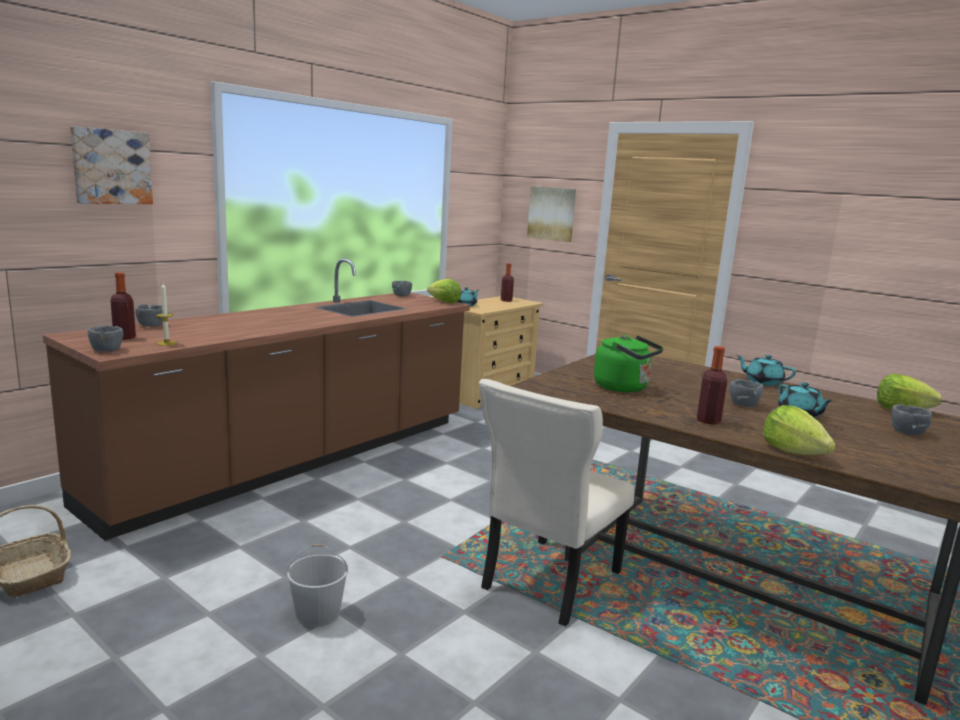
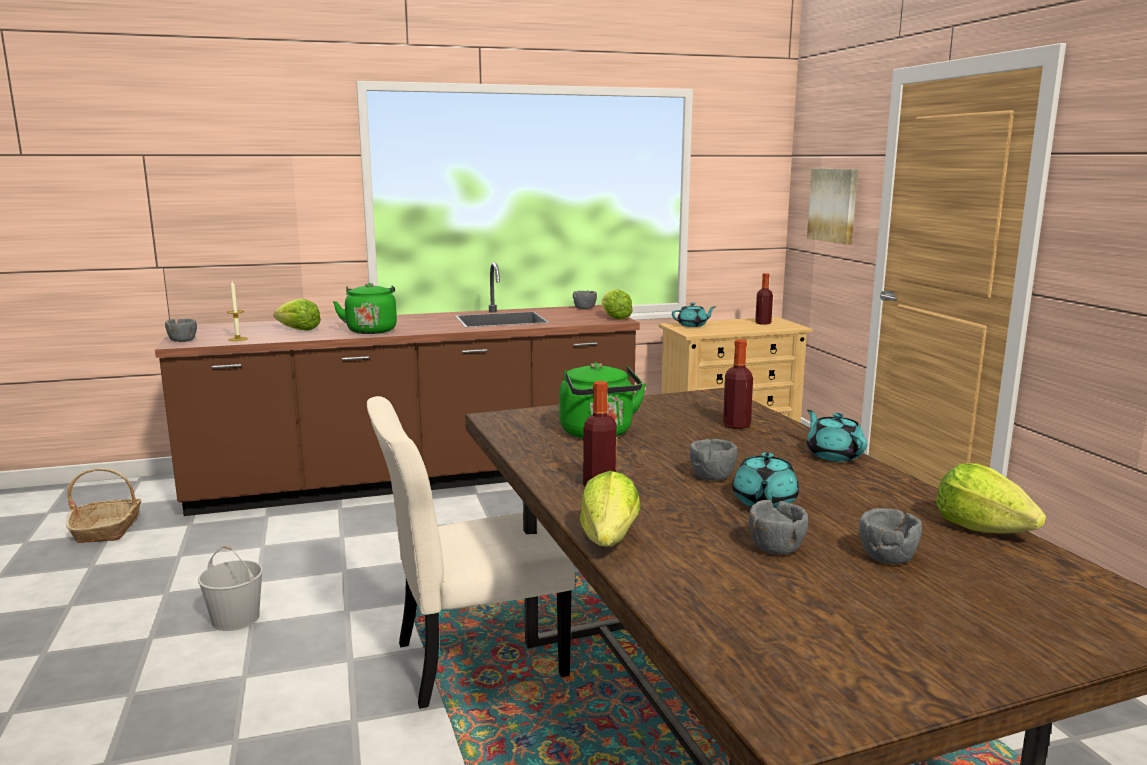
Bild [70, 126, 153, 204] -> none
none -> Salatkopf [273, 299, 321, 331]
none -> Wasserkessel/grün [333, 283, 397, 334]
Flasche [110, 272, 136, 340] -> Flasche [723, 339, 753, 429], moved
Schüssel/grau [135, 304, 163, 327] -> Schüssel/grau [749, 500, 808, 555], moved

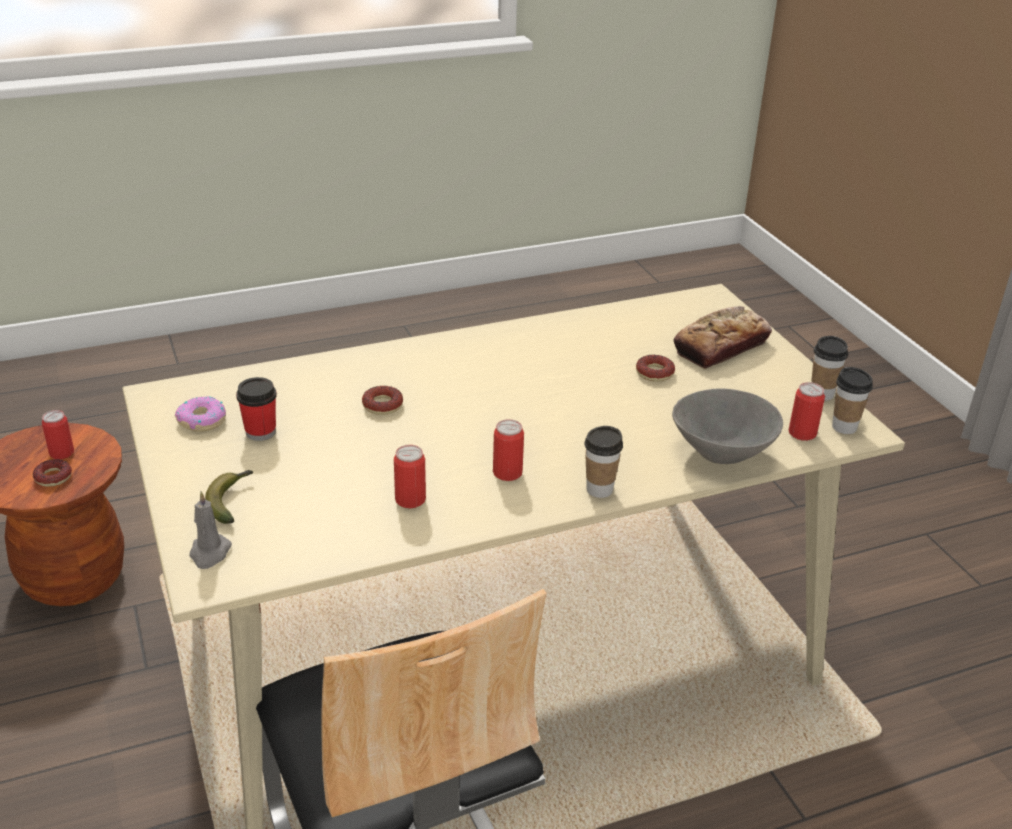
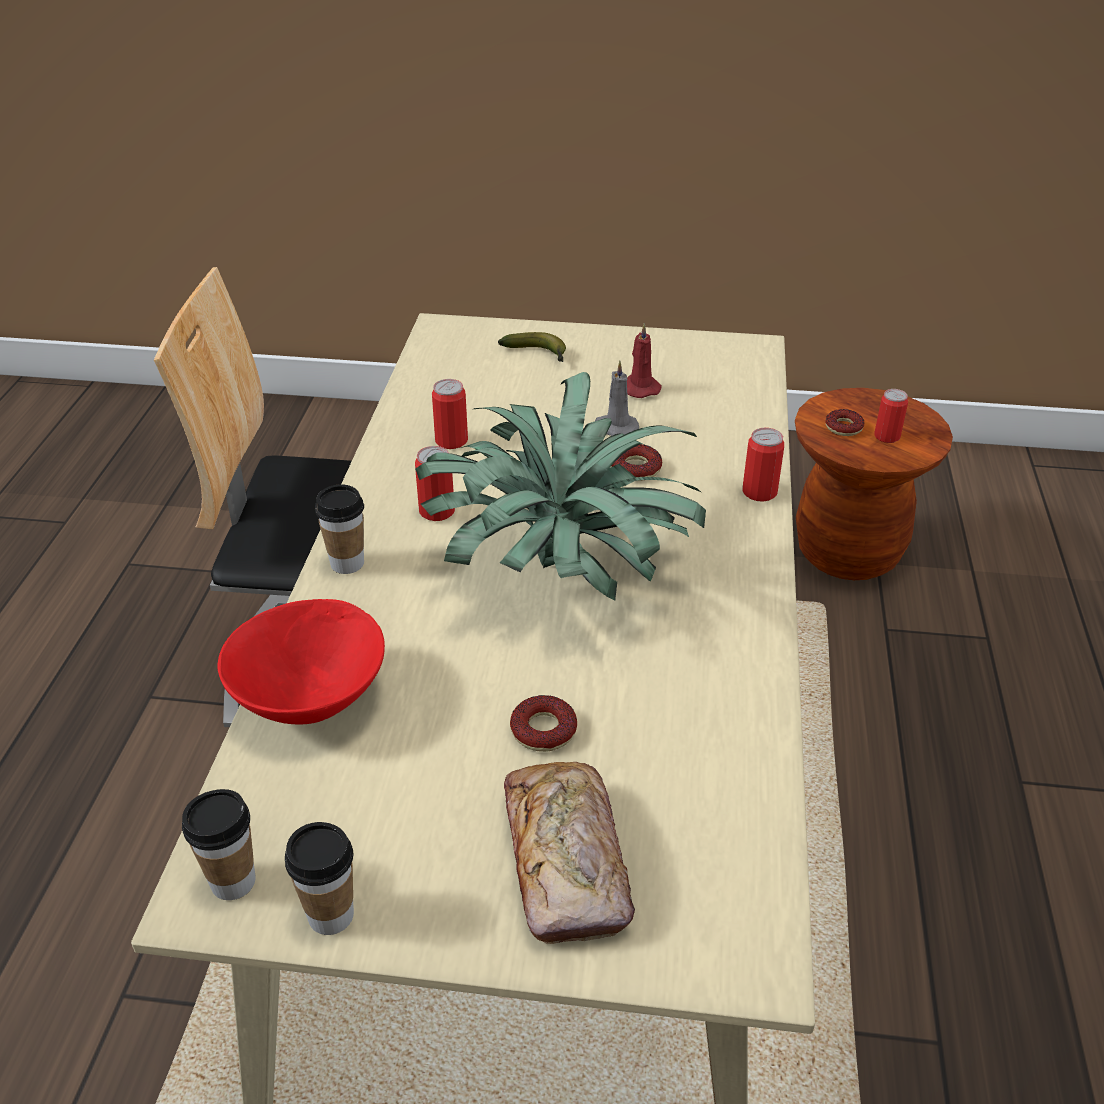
Donut [175, 396, 226, 432] -> none
none -> Topfpflanze [415, 372, 706, 601]
Kerze/grau [190, 491, 232, 569] -> Kerze/grau [595, 361, 639, 436], moved
Dose [789, 382, 825, 441] -> Dose [743, 428, 784, 502], moved
Tasse [236, 377, 277, 441] -> Kerze/rot [627, 323, 662, 398]
Schüssel/grau [672, 388, 783, 464] -> Schüssel/rot [217, 599, 385, 724]

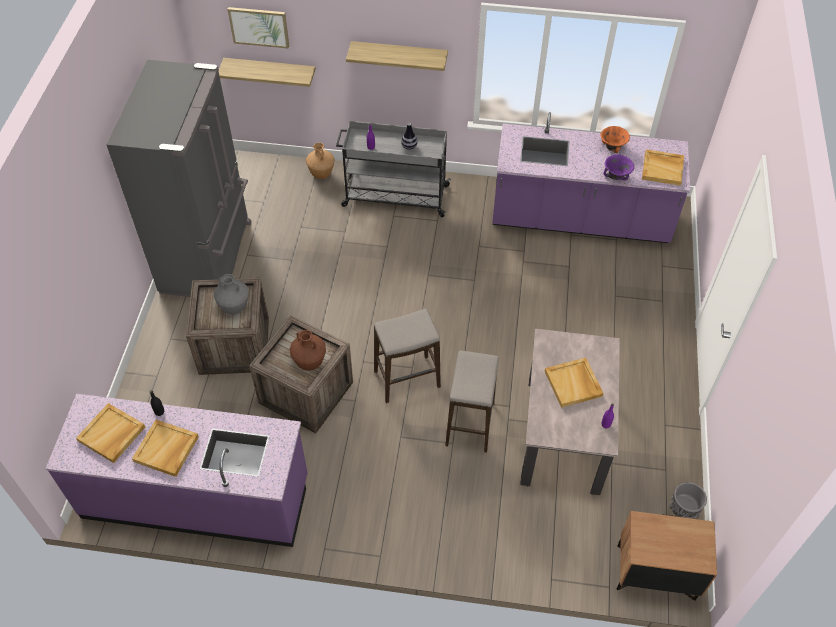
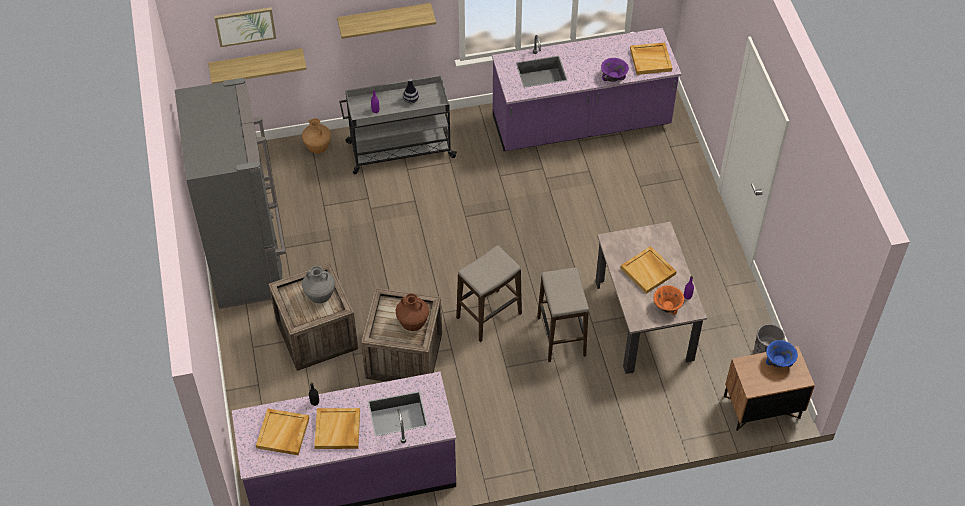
none -> Schüssel/blau [766, 340, 798, 367]
Schüssel/orange [600, 126, 630, 153] -> Schüssel/orange [653, 285, 684, 315], moved

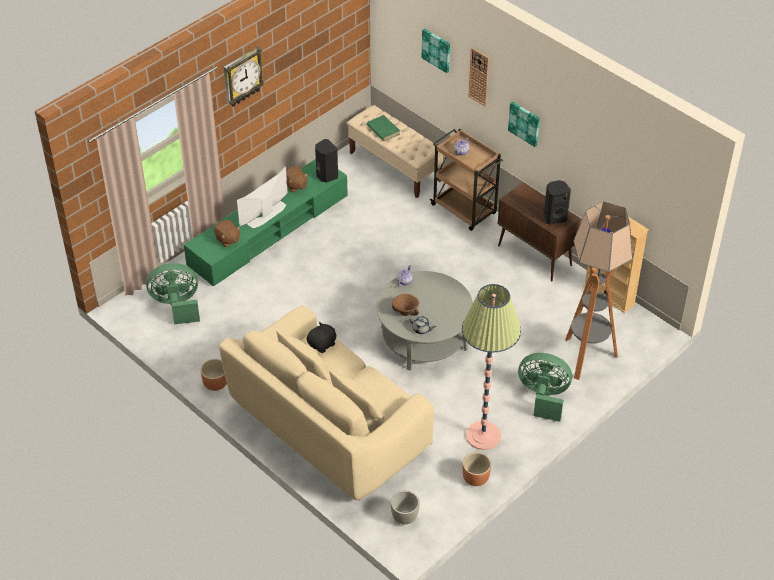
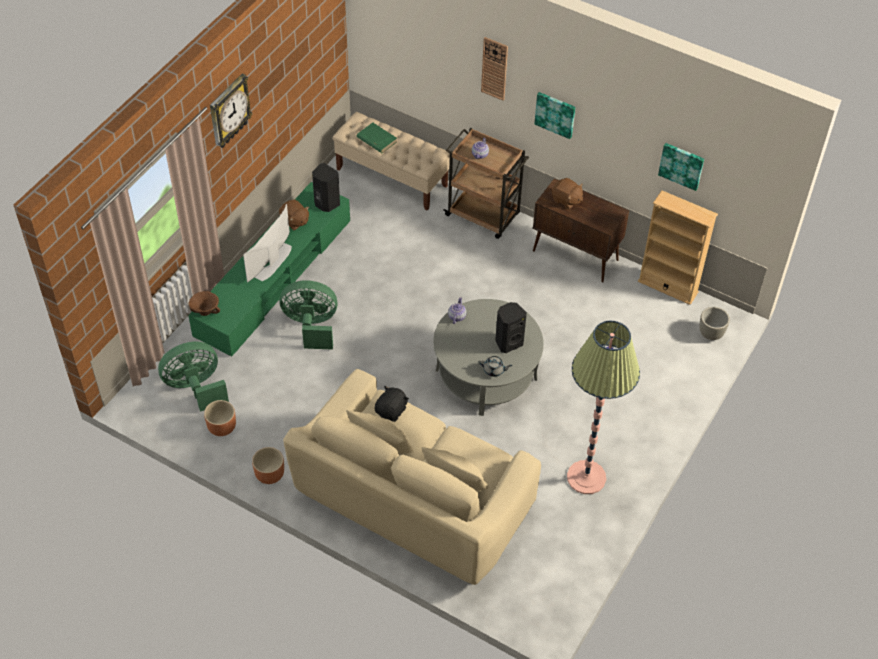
Stehlampe [565, 201, 633, 380] -> none
Plüschtier/braun [214, 220, 241, 247] -> Plüschtier/braun [552, 178, 583, 209], moved
Pflanzkübel/grau [390, 491, 420, 524] -> Pflanzkübel/grau [699, 307, 730, 340], moved
Schüssel/braun [392, 294, 419, 316] -> Schüssel/braun [188, 291, 220, 316], moved
Bild [422, 28, 450, 73] -> Bild [658, 143, 704, 191], moved
Pflanzkübel/braun [462, 452, 491, 486] -> Pflanzkübel/braun [204, 400, 236, 436], moved
Ventilator/grün [518, 353, 572, 422] -> Ventilator/grün [280, 280, 338, 350], moved
Lautsprecher/schwarz [544, 180, 571, 225] -> Lautsprecher/schwarz [495, 302, 527, 353], moved

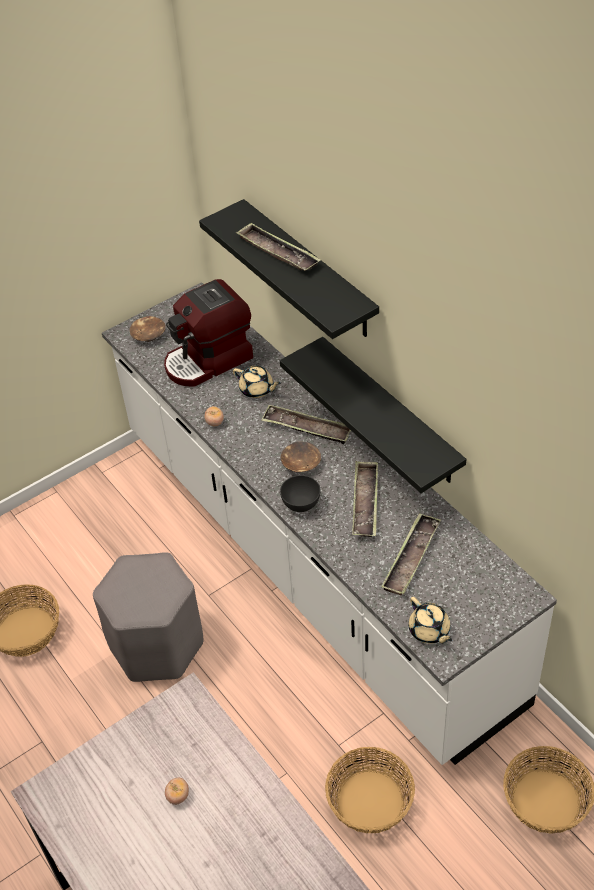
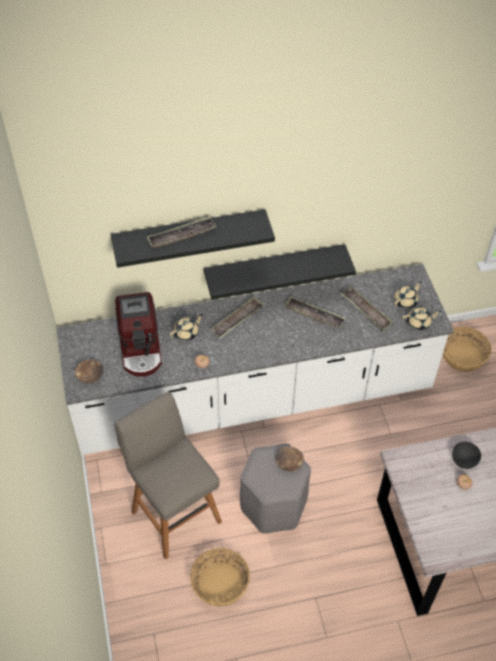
Korb [325, 747, 415, 833] -> none
none -> Hocker/grau [114, 391, 222, 559]
none -> Teekanne/beige [394, 281, 421, 309]
Schüssel/grau [280, 475, 320, 512] -> Schüssel/grau [452, 442, 481, 469], moved
Schüssel/braun [281, 441, 321, 472] -> Schüssel/braun [276, 447, 304, 471], moved

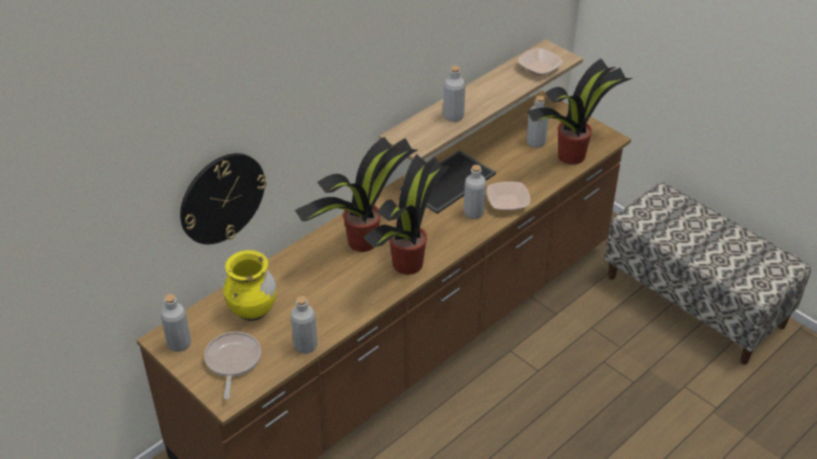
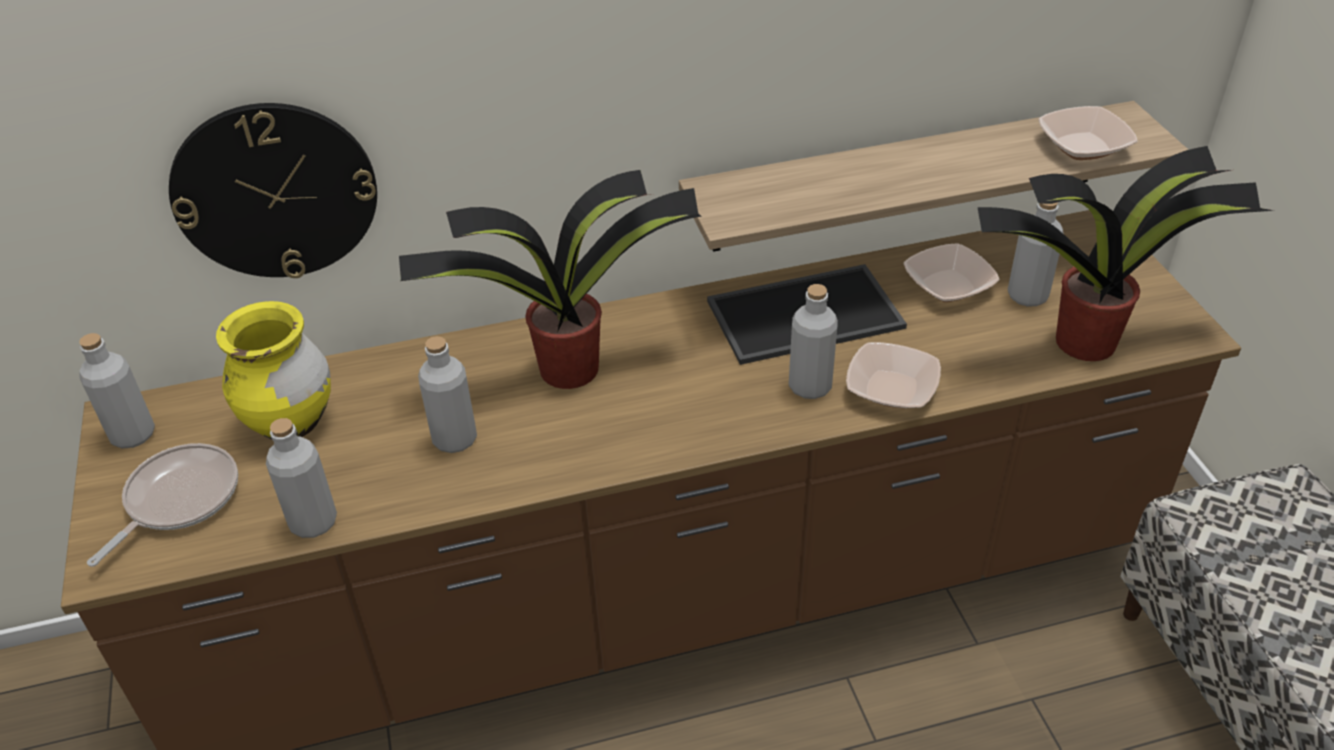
Topfpflanze [363, 154, 452, 275] -> none
none -> Schüssel [904, 243, 999, 302]
Flasche/grau [443, 66, 465, 122] -> Flasche/grau [418, 336, 477, 453], moved

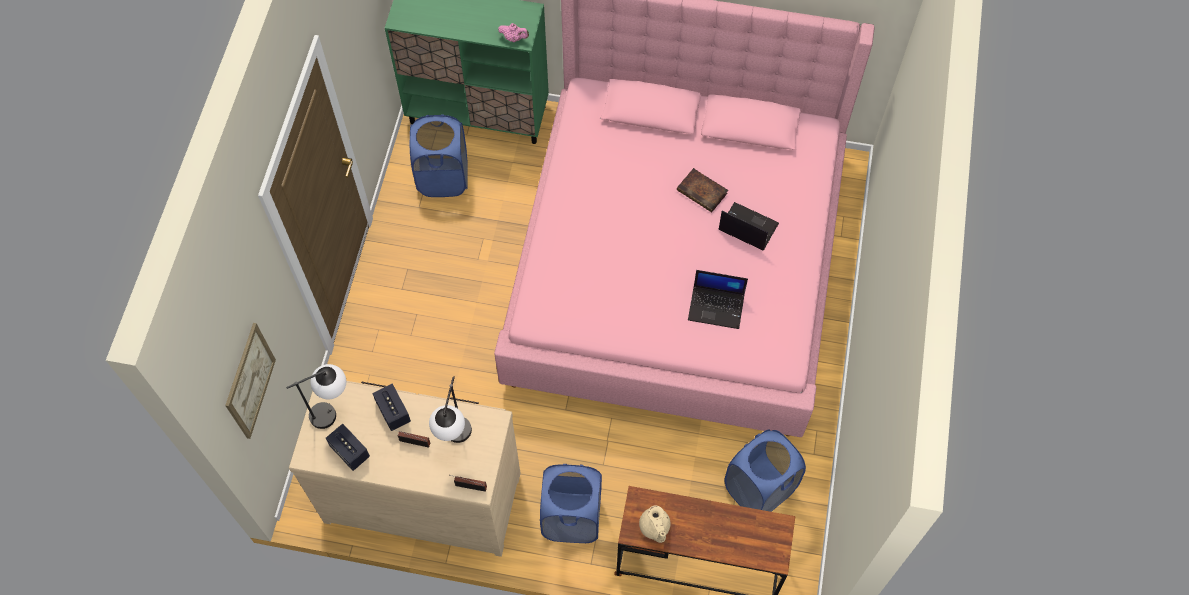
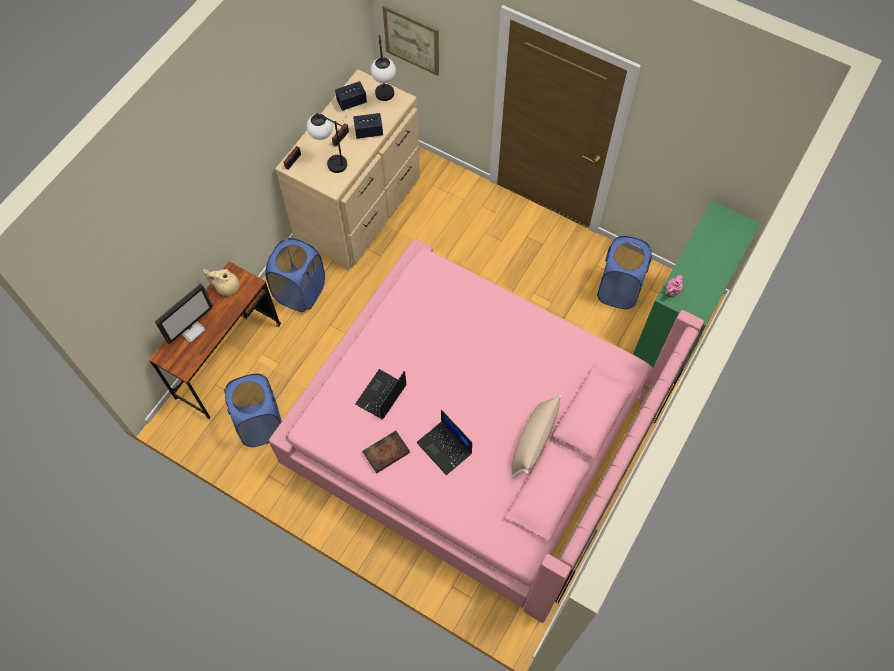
none -> Monitor [155, 284, 213, 344]
none -> Kissen/beige [512, 395, 562, 478]
Buch [677, 168, 728, 212] -> Buch [362, 431, 410, 474], moved
Laptop [718, 202, 779, 250] -> Laptop [416, 410, 472, 475], 90 degrees clockwise

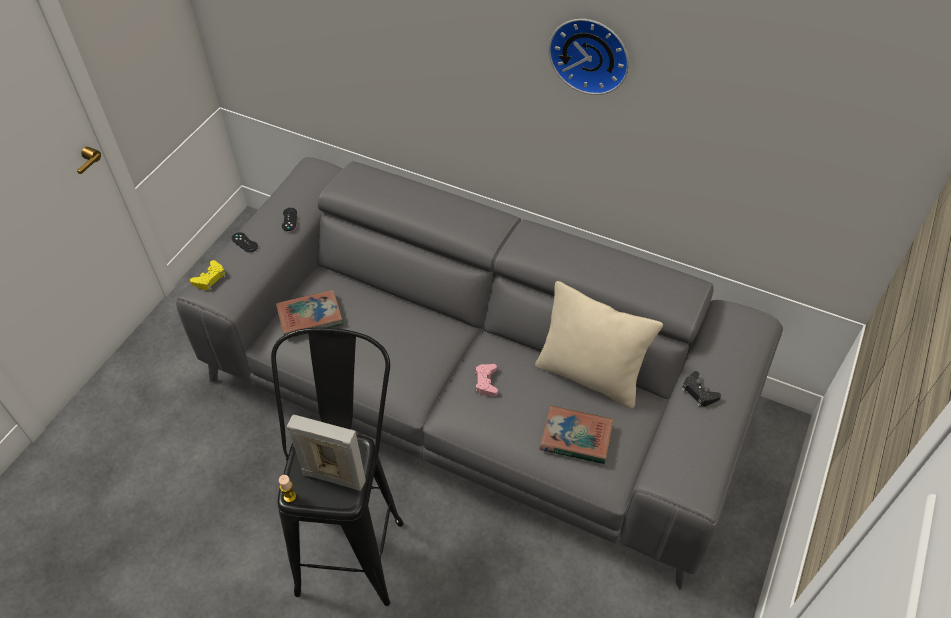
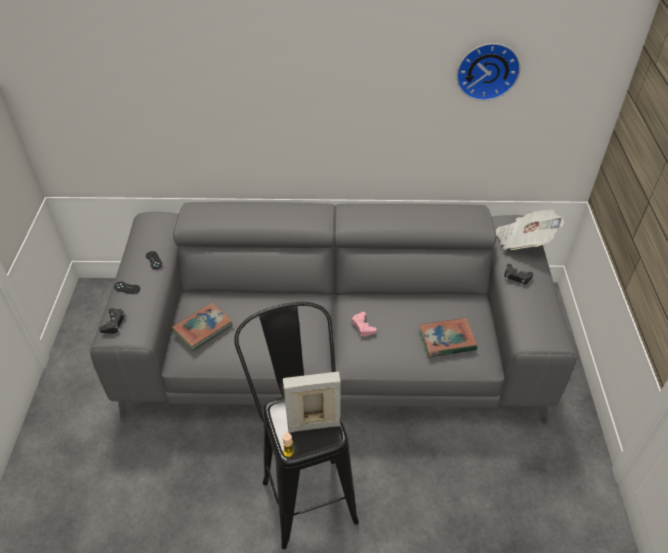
Kissen/beige [535, 281, 663, 409] -> none
none -> Zeitung [496, 210, 564, 250]
Wanduhr [548, 19, 629, 95] -> Wanduhr [456, 43, 521, 101], moved
Gamepad/gelb [190, 260, 226, 291] -> Gamepad/schwarz [99, 308, 126, 334]

